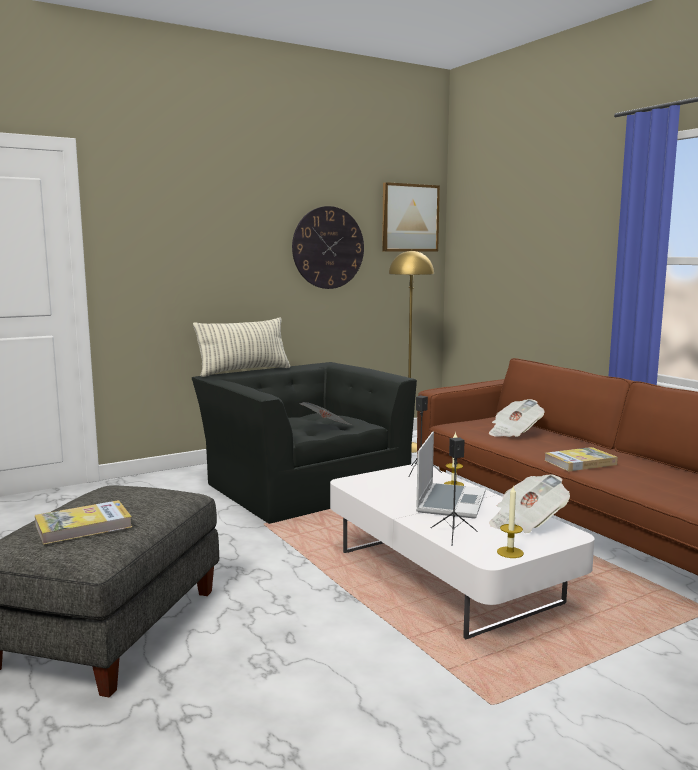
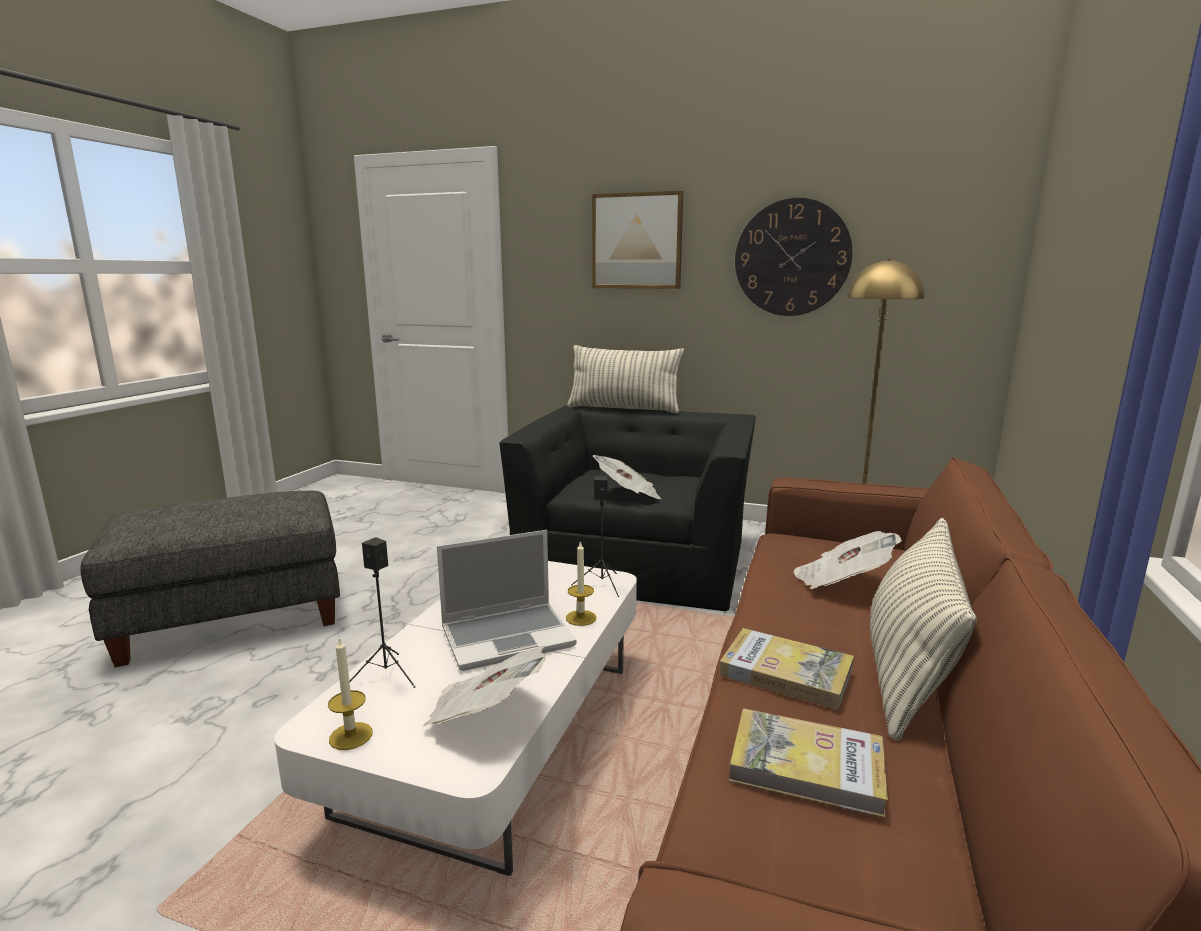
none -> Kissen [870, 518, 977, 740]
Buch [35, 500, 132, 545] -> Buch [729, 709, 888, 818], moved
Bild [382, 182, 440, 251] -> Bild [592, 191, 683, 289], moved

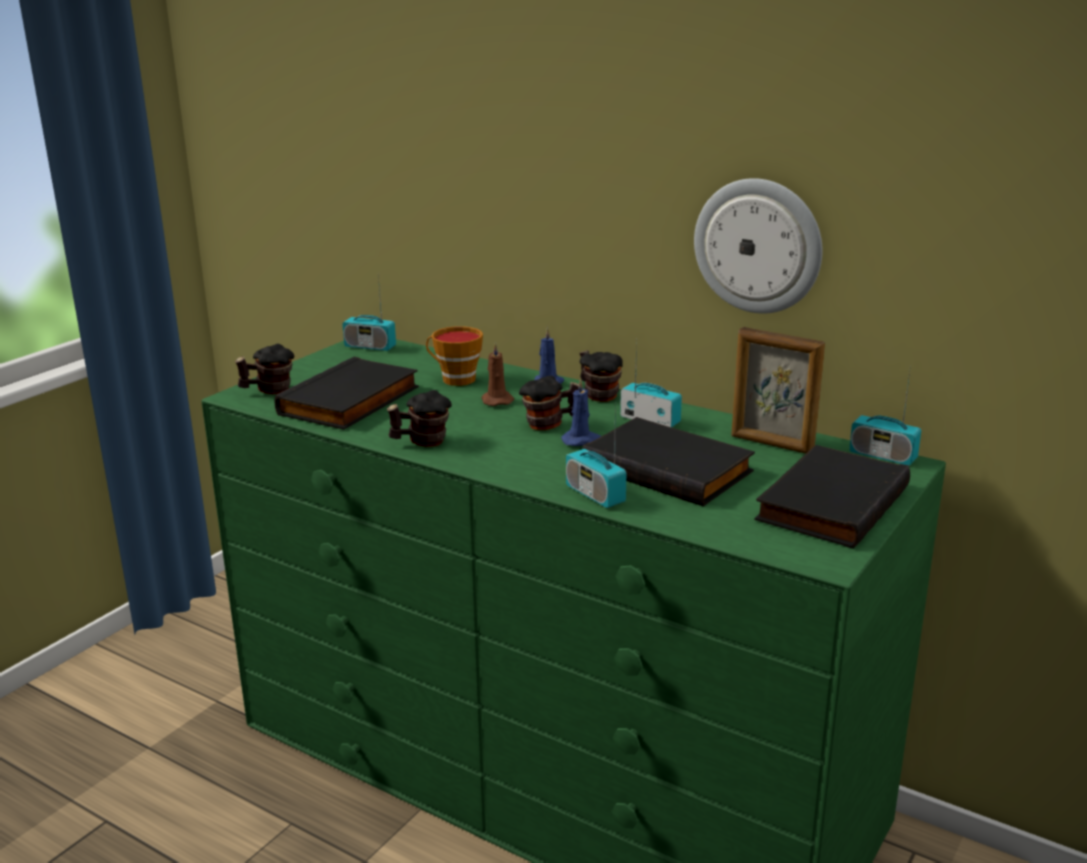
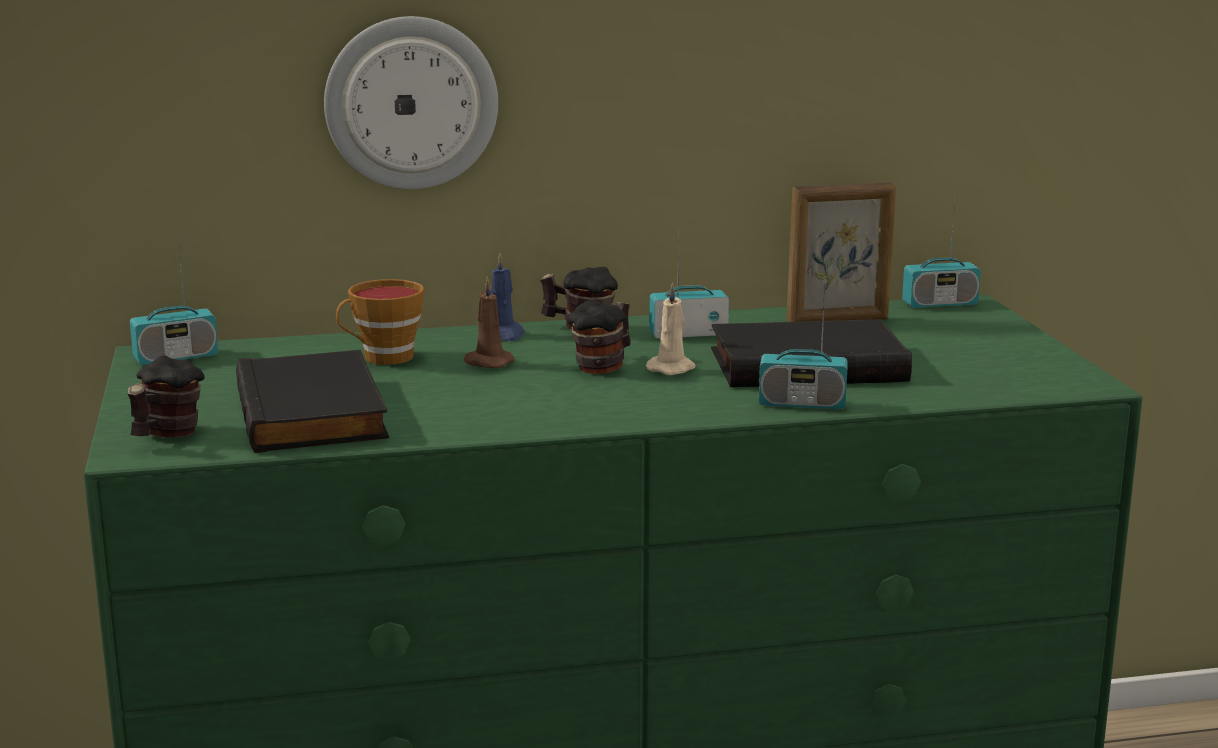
Henkelbecher [387, 390, 452, 447] -> none
Buch/schwarz [754, 445, 910, 549] -> none
Wanduhr [694, 178, 823, 314] -> Wanduhr [324, 16, 498, 189], moved
Kerze/blau [561, 378, 601, 446] -> Kerze/beige [646, 282, 696, 375]

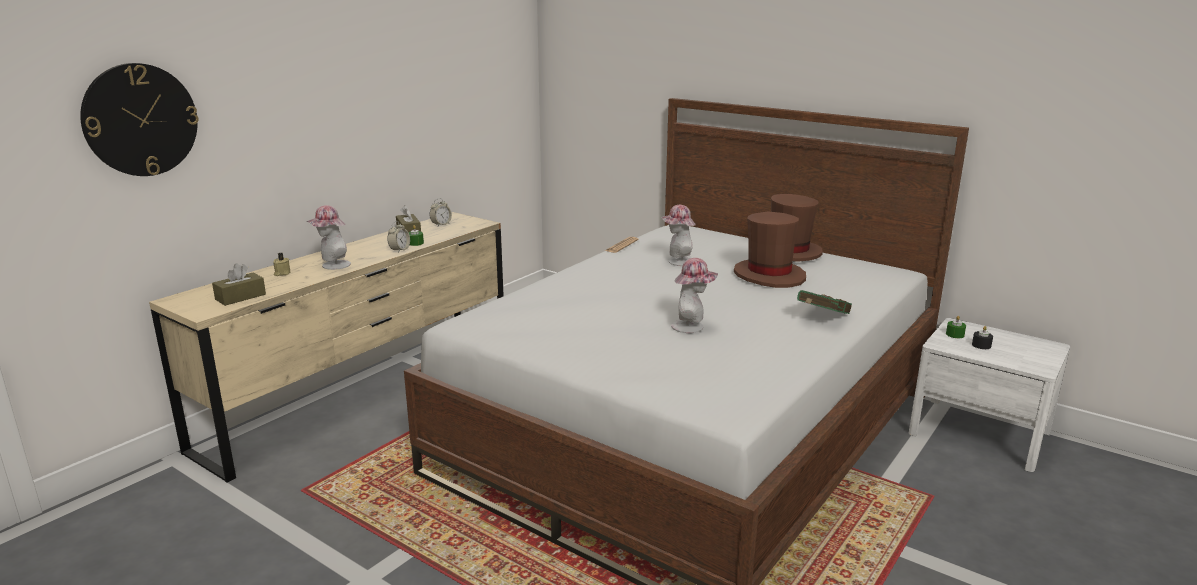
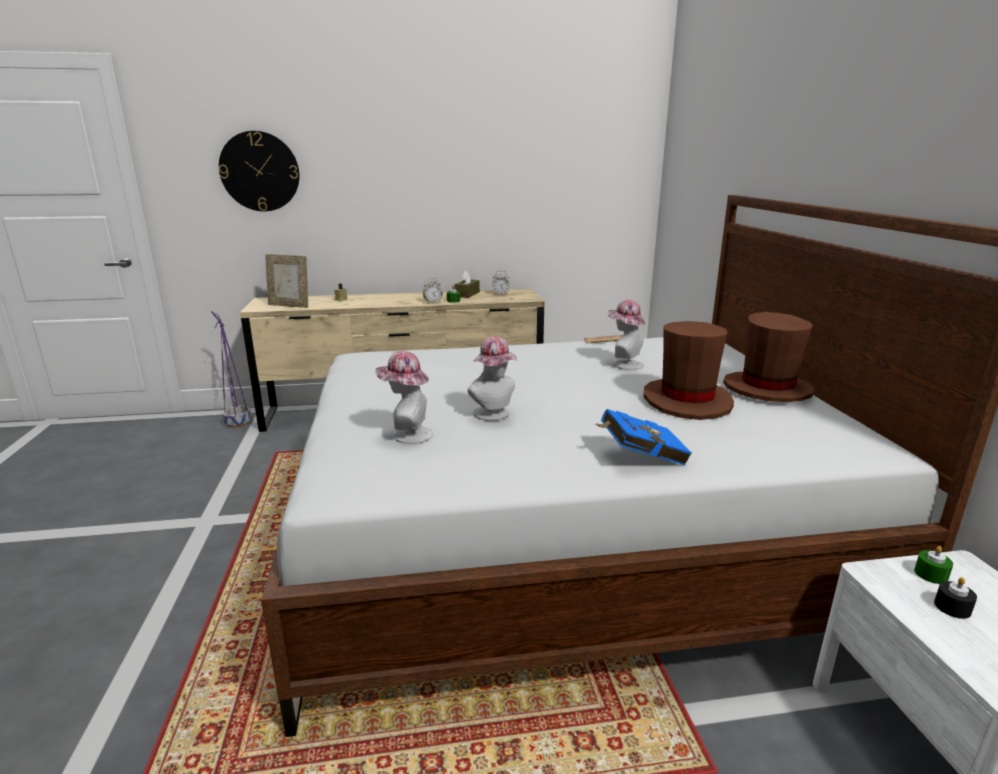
none -> Pflanzkübel/lila [211, 311, 251, 428]
Hut [307, 205, 351, 270] -> Hut [375, 351, 433, 444], moved
Taschentuchbox/braun [212, 263, 266, 306] -> Bilderrahmen [265, 254, 308, 308]
Buch/grün [797, 290, 852, 314] -> Buch/blau [594, 409, 692, 465]

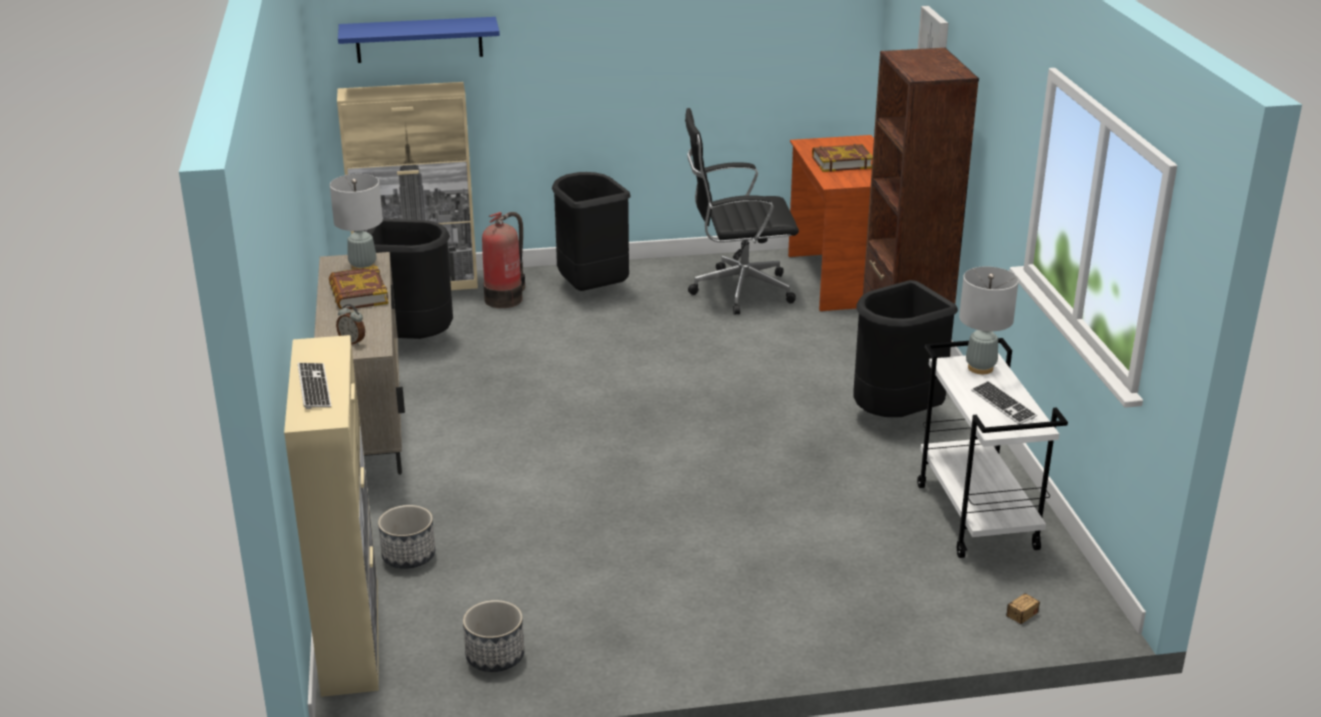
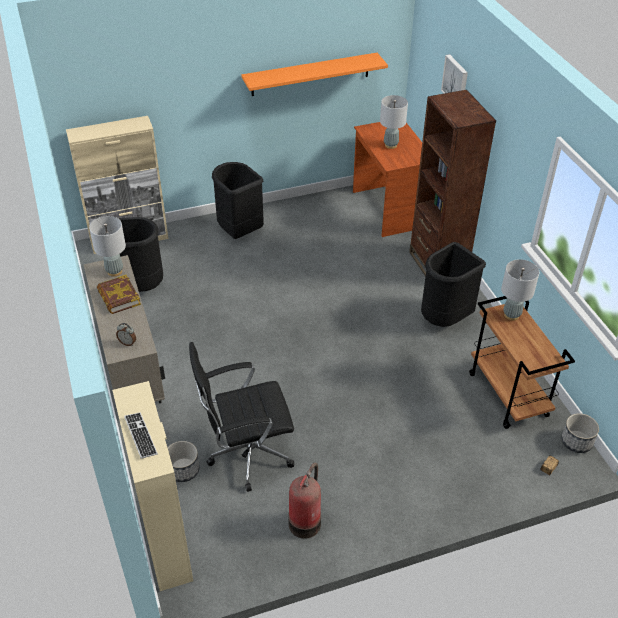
Wandregal/blau [338, 17, 500, 63] -> none
Tastatur [971, 381, 1037, 424] -> none
none -> Wandregal/orange [242, 53, 388, 96]
Pflanzkübel [463, 600, 524, 672] -> Pflanzkübel [561, 413, 599, 453], moved
Feuerlöscher [482, 212, 525, 308] -> Feuerlöscher [288, 462, 321, 539], moved
Bürostuhl/schwarz [685, 108, 799, 315] -> Bürostuhl/schwarz [189, 342, 294, 492], moved
Buch [812, 144, 873, 172] -> Tischlampe/grau [380, 95, 408, 149]
Rollwagen/weiß [917, 338, 1068, 558] -> Rollwagen/braun [469, 296, 575, 429]

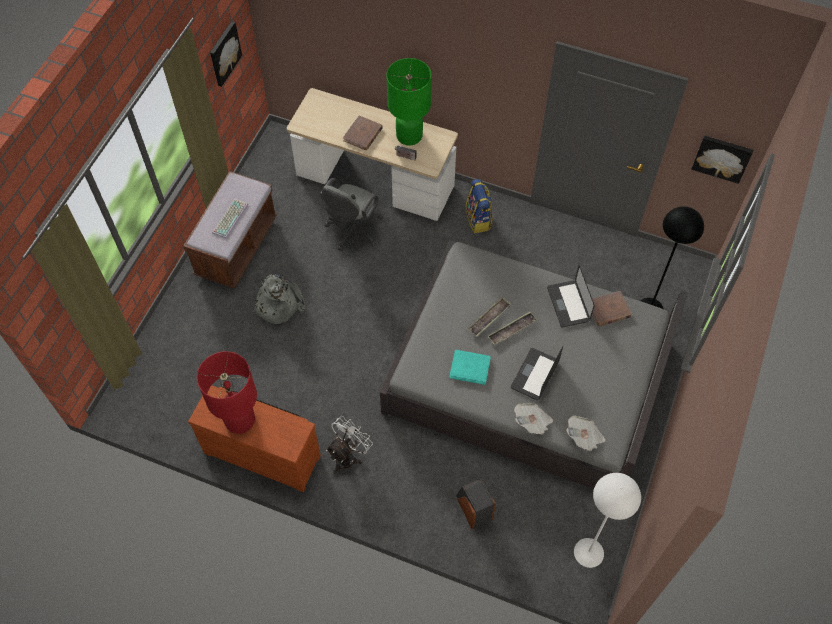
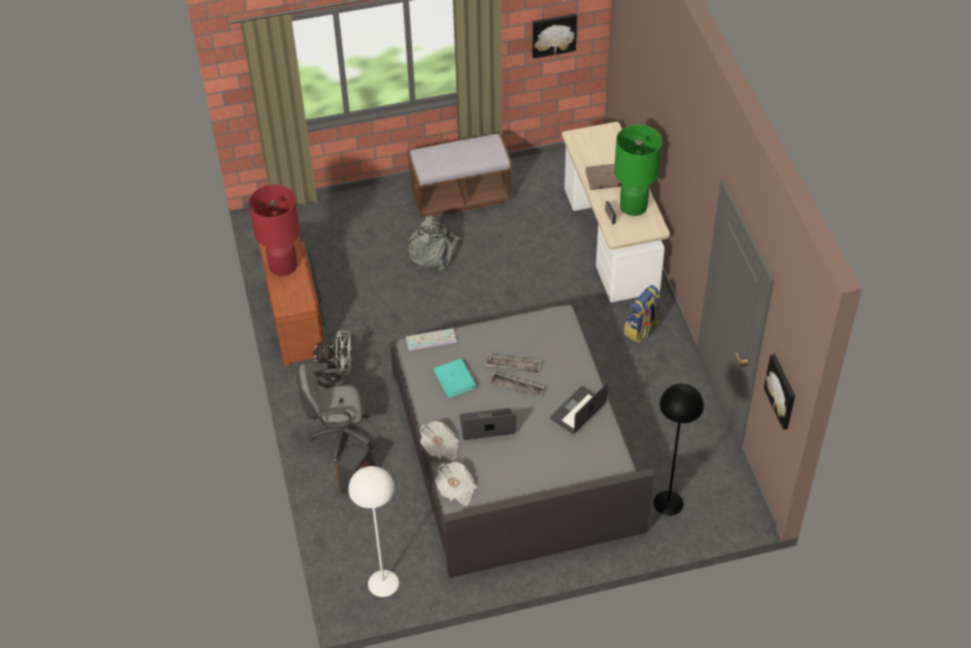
Buch/braun [592, 291, 632, 326] -> none
Tastatur [212, 198, 249, 239] -> Tastatur [406, 328, 457, 351], moved
Bürostuhl/grau [320, 178, 383, 251] -> Bürostuhl/grau [297, 364, 374, 463], moved

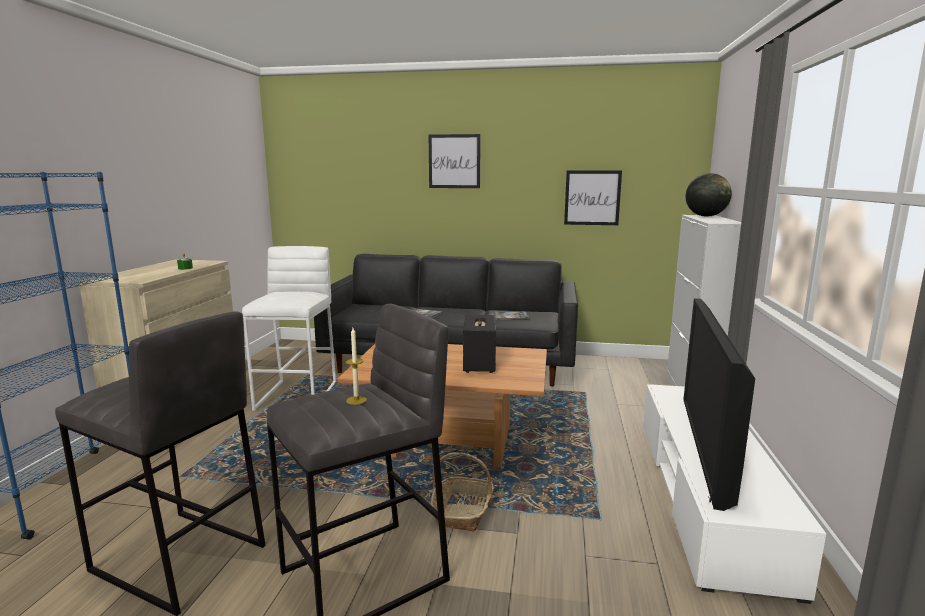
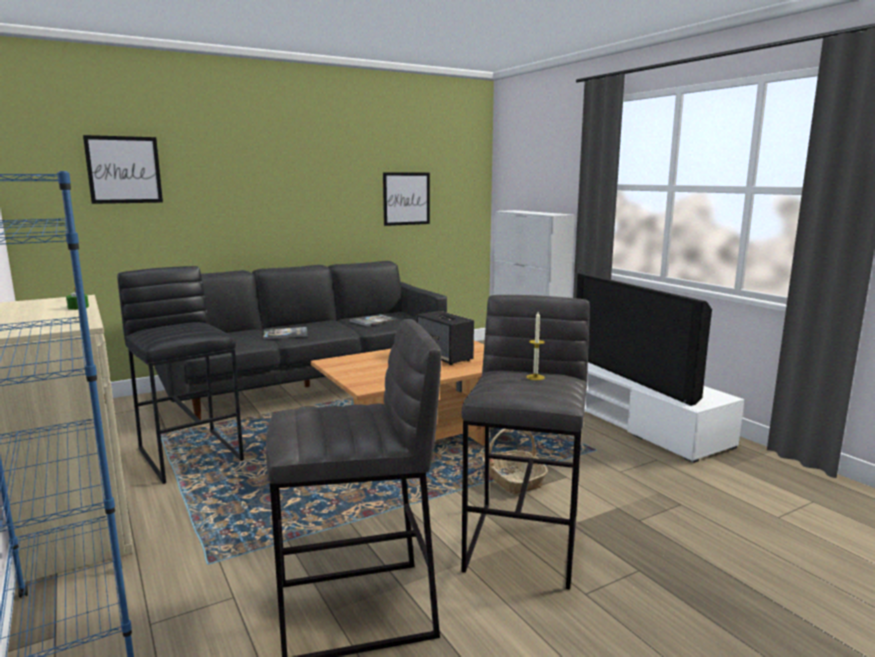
Globus [686, 173, 732, 217] -> none
Bild [429, 134, 481, 188] -> Bild [83, 135, 163, 204], moved
Hocker/weiß [242, 246, 336, 411] -> Hocker/schwarz [117, 266, 244, 484]

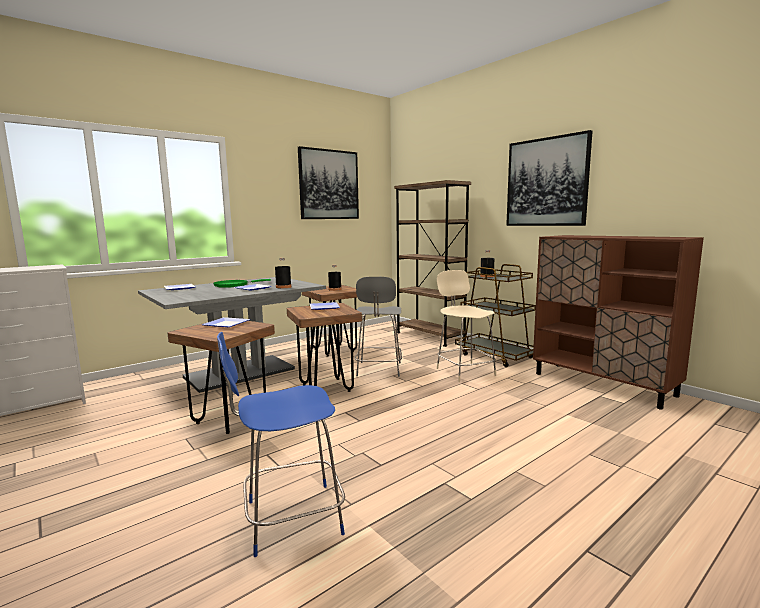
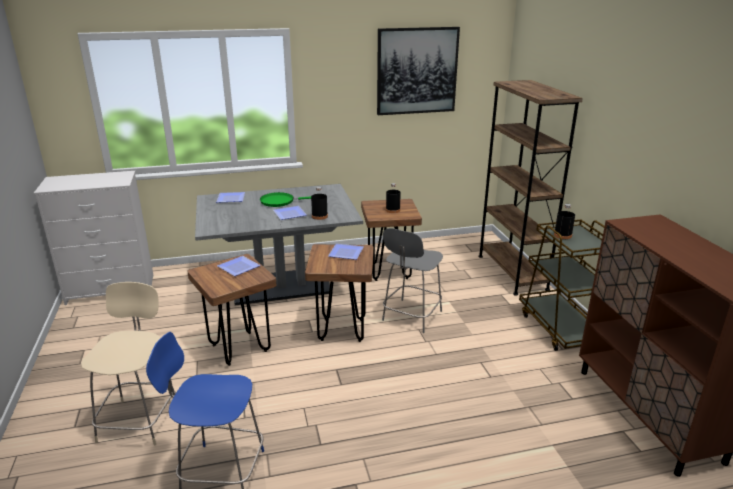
Bild [506, 130, 593, 226] -> none
Stuhl/beige [437, 270, 496, 382] -> Stuhl/beige [81, 282, 174, 446], moved

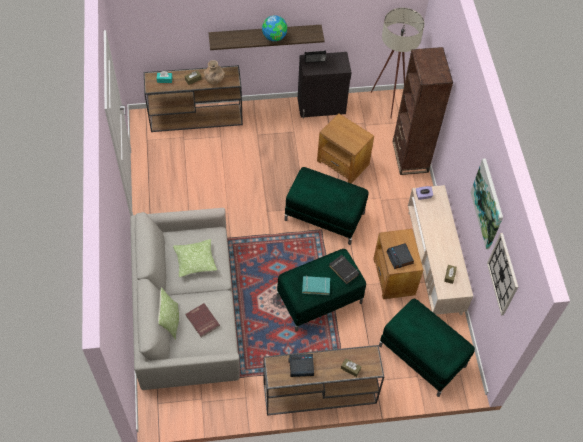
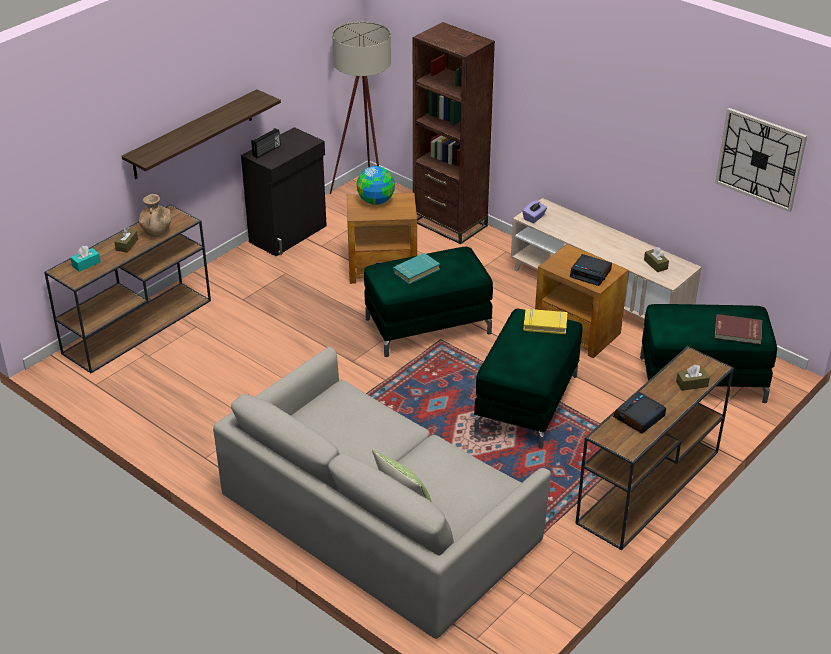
Kissen [173, 239, 217, 277] -> none
Bild [470, 158, 503, 249] -> none
Buch/rot [186, 303, 220, 338] -> Buch/rot [715, 314, 762, 344], moved
Globus [262, 15, 287, 41] -> Globus [357, 166, 395, 205], moved
Buch/türkis [302, 276, 330, 295] -> Buch/türkis [393, 253, 440, 284], moved
Buch/schwarz [329, 255, 360, 285] -> Buch/gelb [523, 309, 567, 334]

